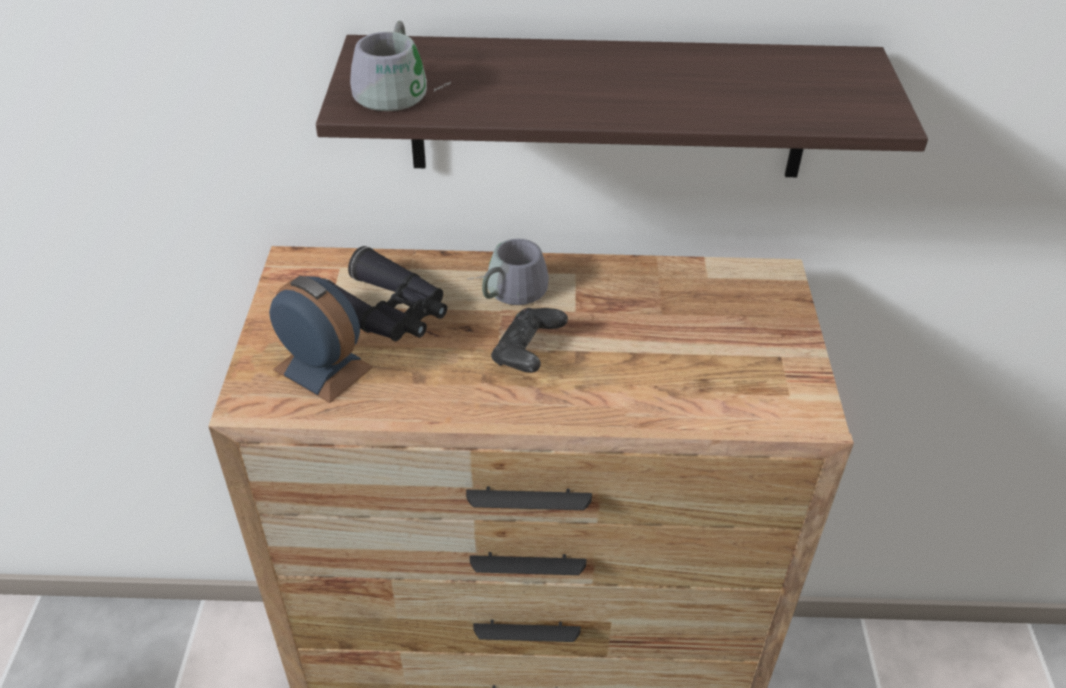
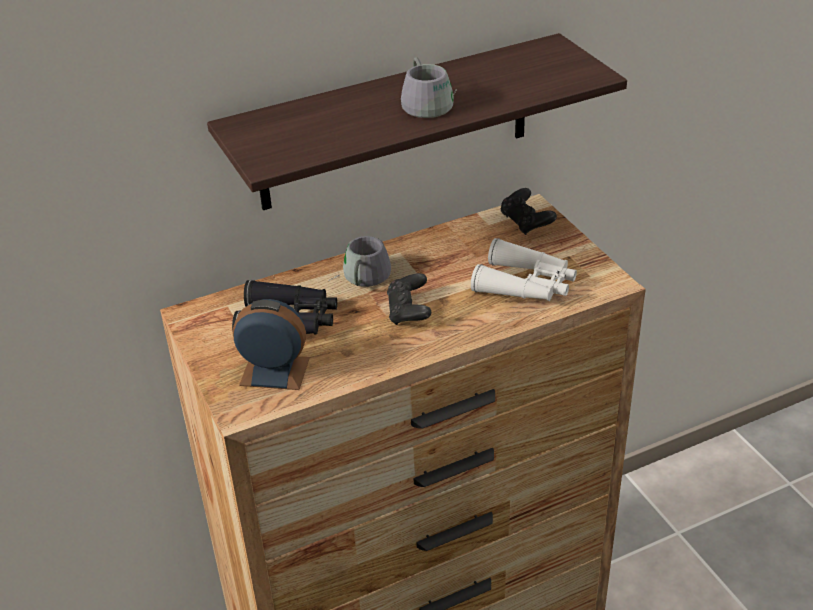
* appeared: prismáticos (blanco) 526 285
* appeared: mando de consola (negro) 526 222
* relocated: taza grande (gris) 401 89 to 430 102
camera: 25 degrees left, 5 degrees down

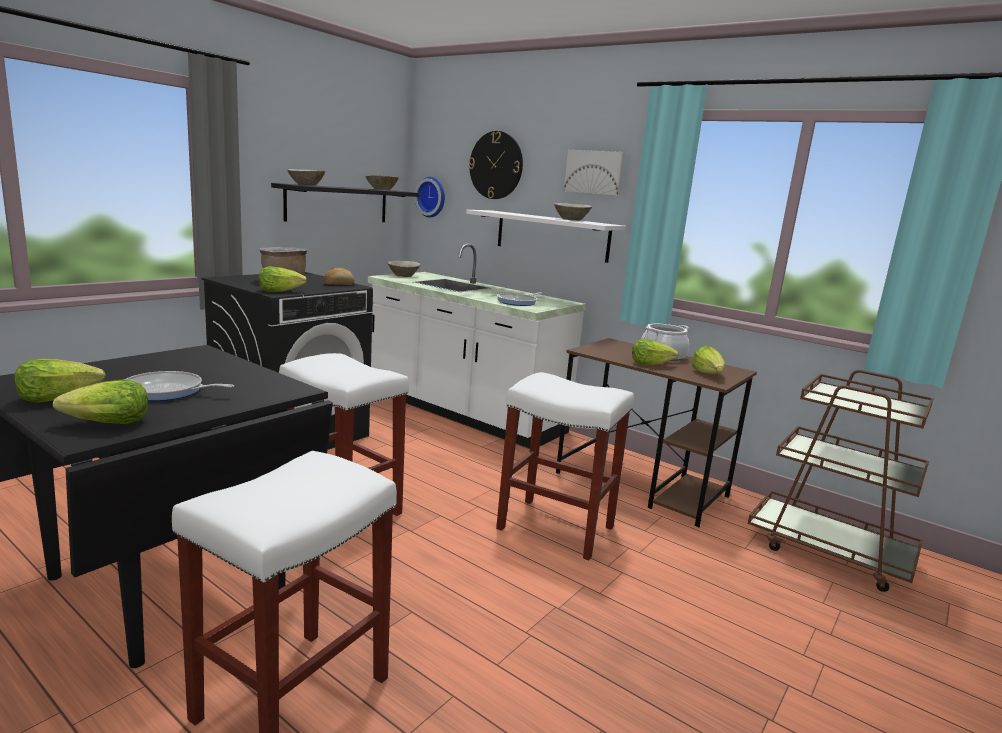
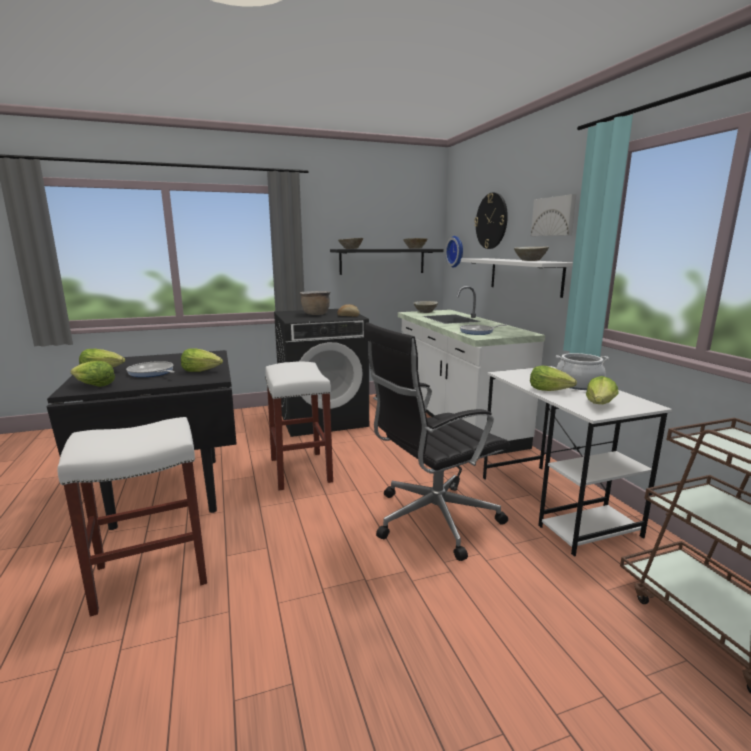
* relocated: lechuga 280 291 to 202 371
* exchanged: taburete (blanco) 554 528 to silla de oficina (negro) 431 520
* colour: escritorio (marrón) 642 485 to escritorio (blanco) 555 505
camera: 35 degrees right, 0 degrees up

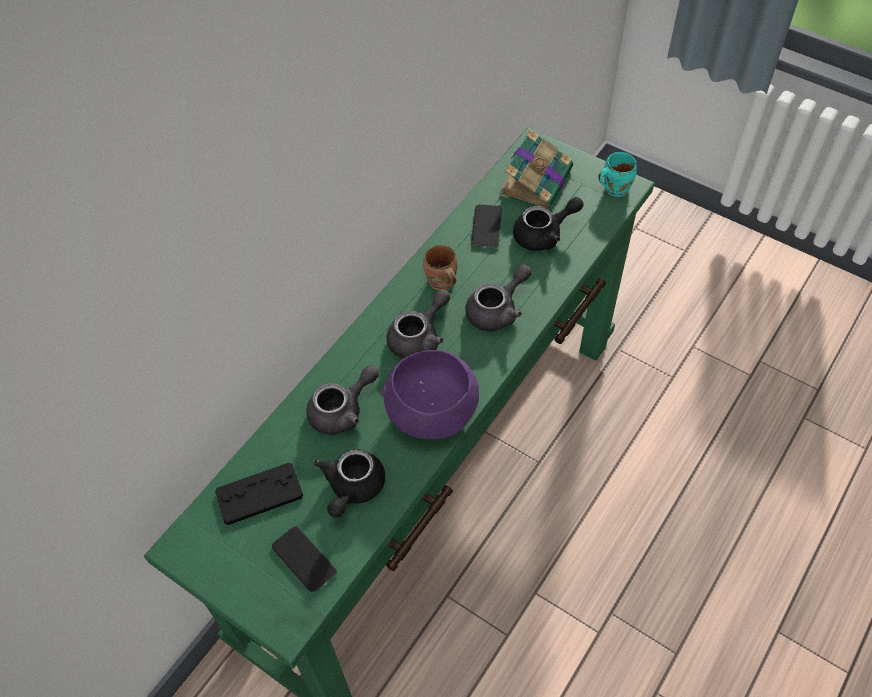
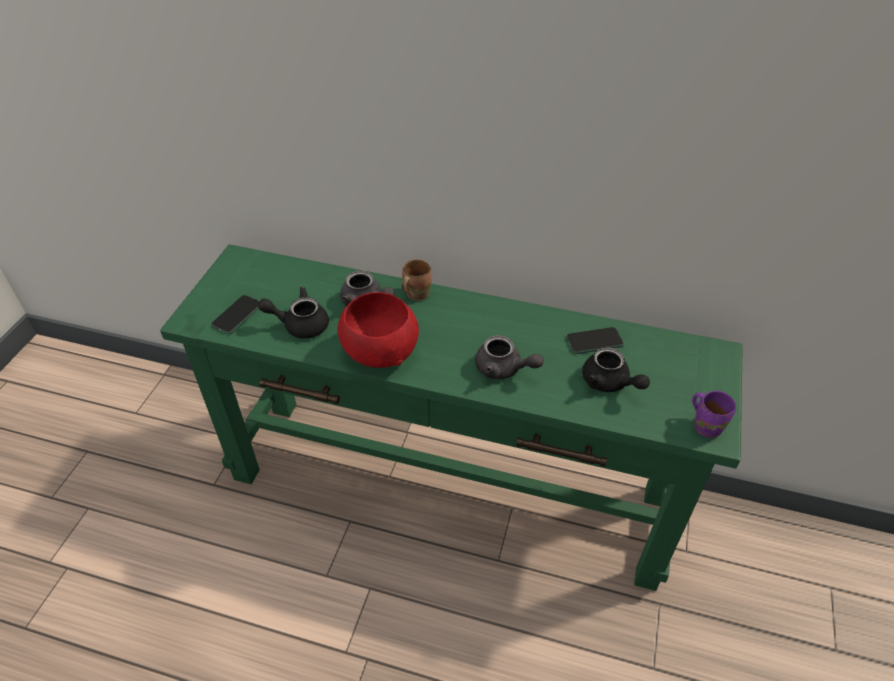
* missing: mando de consola (negro) 259 494
* missing: tetera (gris) 419 337
* missing: libro 536 180
* relocated: taza grande (marrón) 441 283 to 415 293
* colour: cuenco (morado) 431 414 to cuenco (rojo) 379 352
* colour: taza grande (turquesa) 614 188 to taza grande (morado) 707 425
camera: 70 degrees right, 10 degrees down

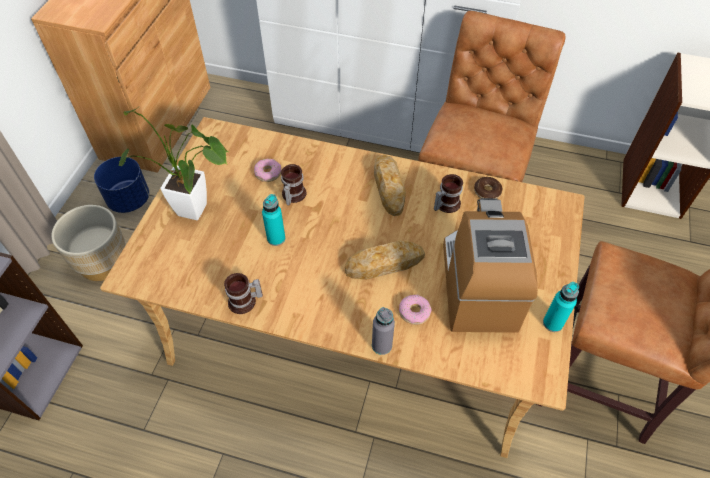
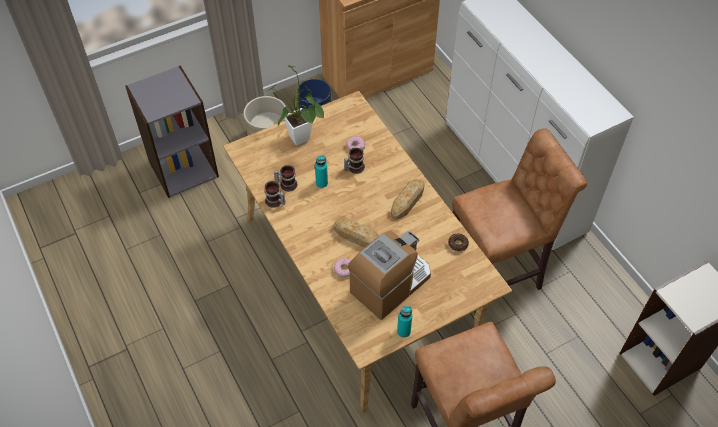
* missing: botella (gris) 382 345
* relocated: taza grande 445 204 to 287 184
camera: 45 degrees right, 0 degrees up

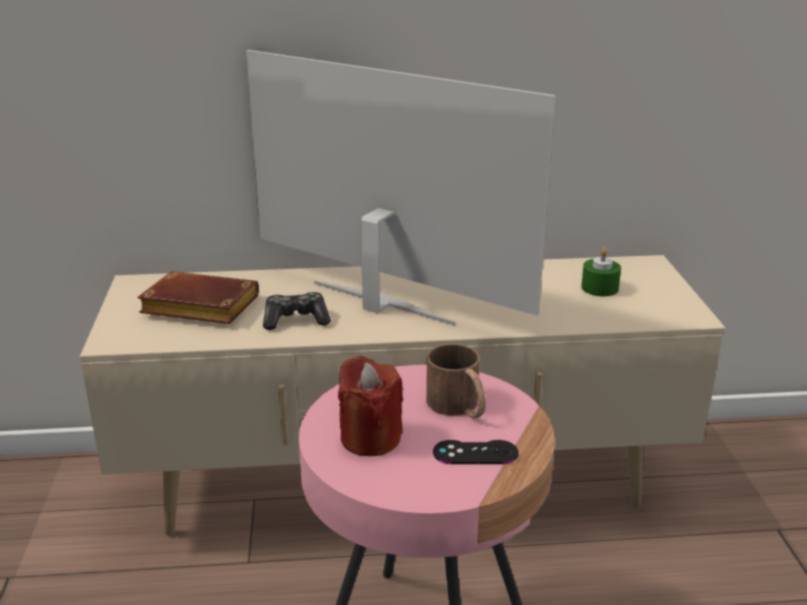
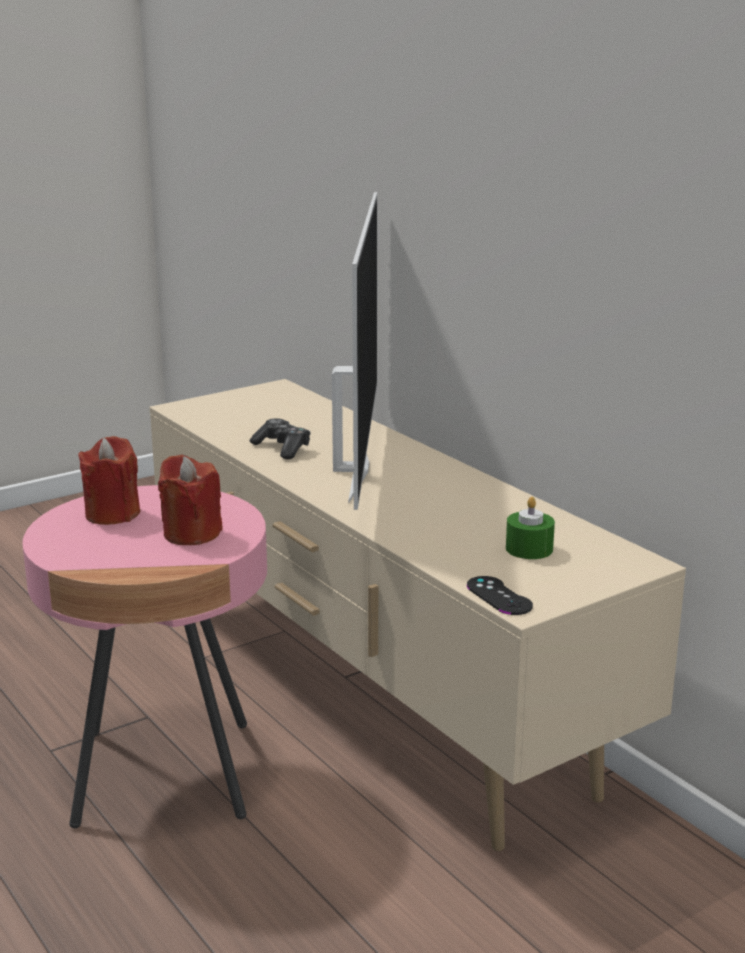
* missing: libro (marrón) 196 308
* relocated: mando de consola (negro) 475 453 to 499 596
* exchanged: taza grande (marrón) 459 407 to vela (rojo) 191 533
camera: 60 degrees right, 5 degrees down

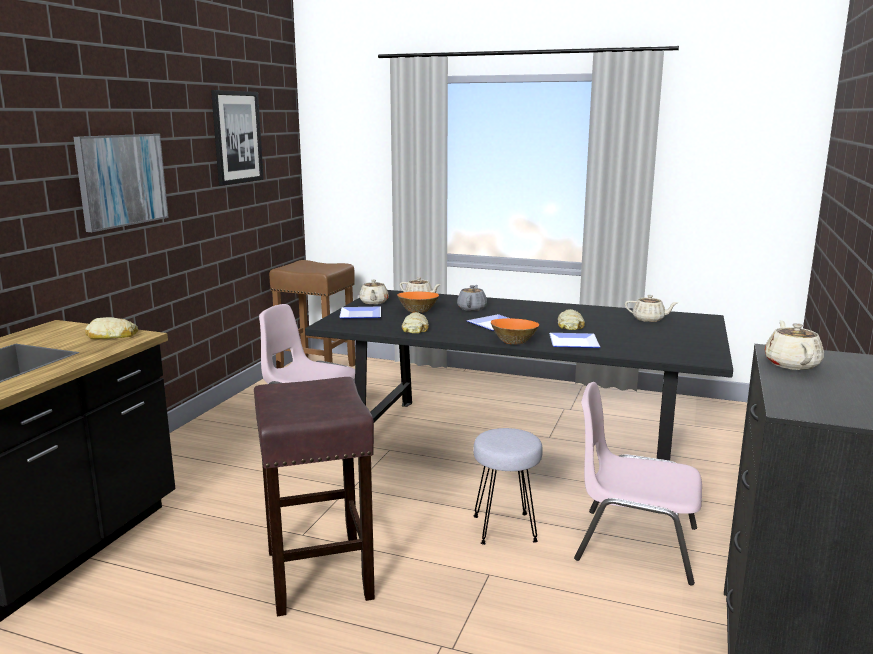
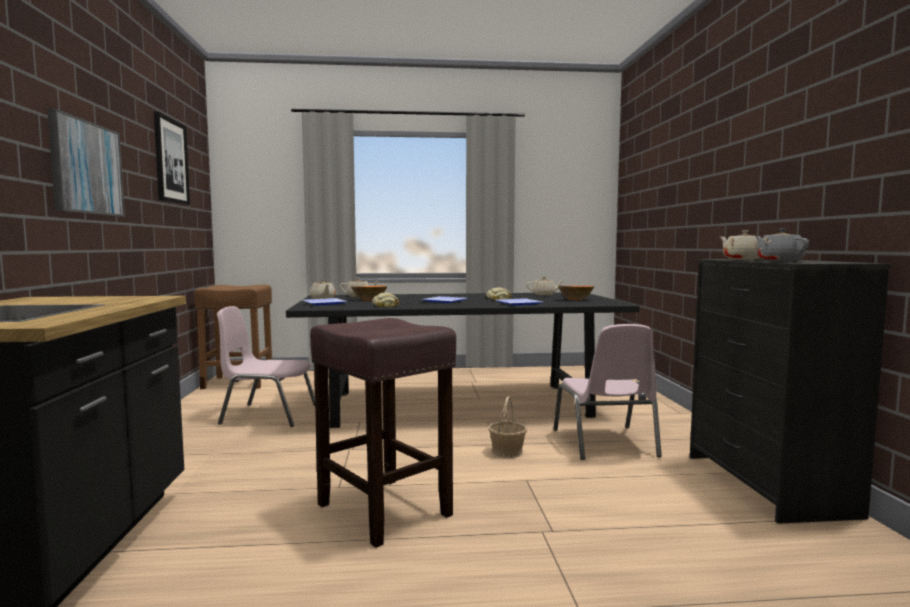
* missing: pan 112 335
* relocated: tetera (gris) 472 308 to 779 261
* relocated: cuenco (naranja) 514 341 to 575 299
* exchanged: taburete (gris) 506 528 to cesta 507 451
* spun: silla (rosa) 634 544 = 605 443 90 degrees counterclockwise
camera: 25 degrees left, 10 degrees down

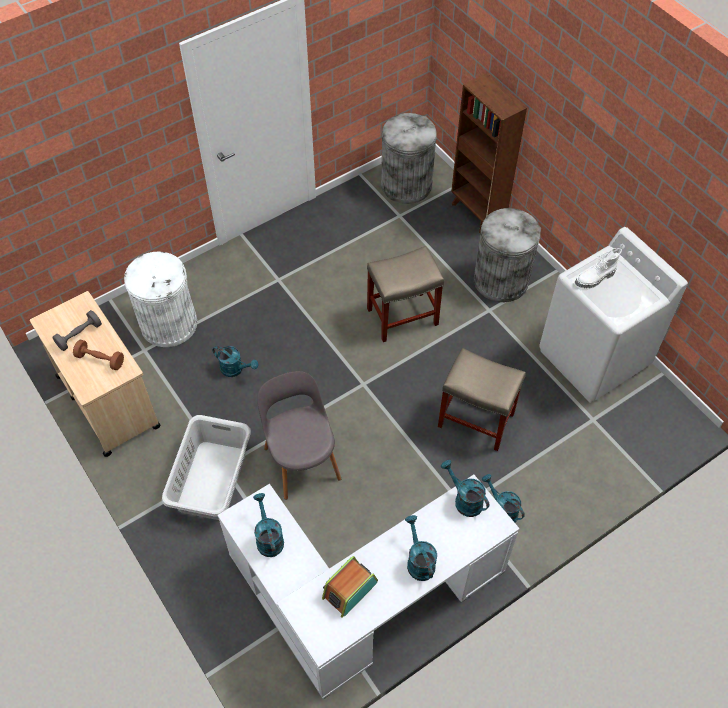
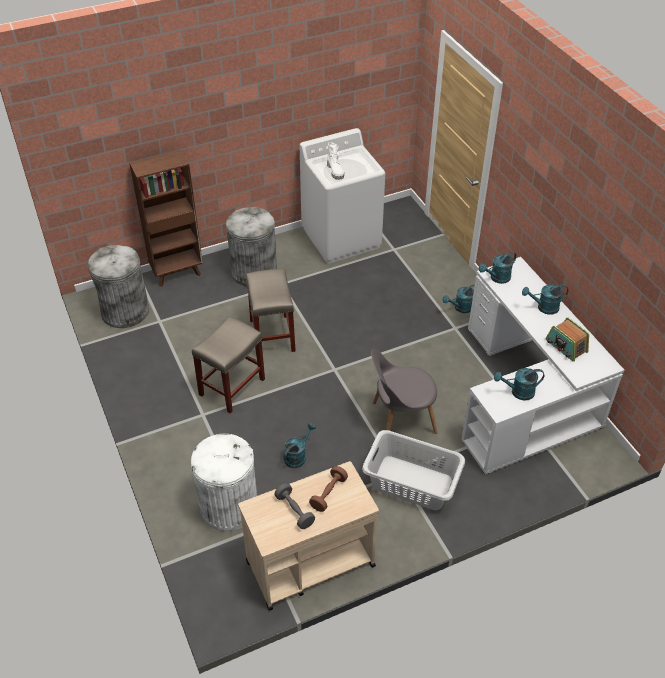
* relocated: taburete (beis) 477 420 to 232 386
camera: 80 degrees left, 10 degrees down

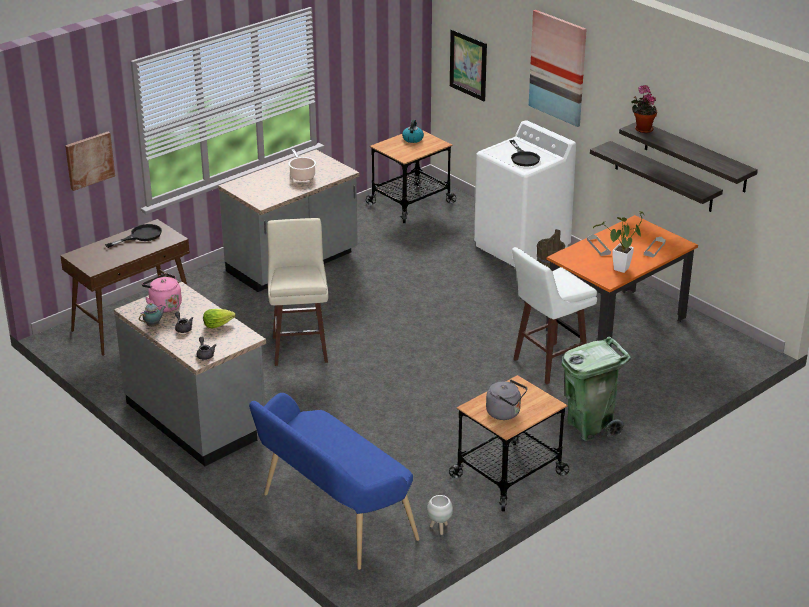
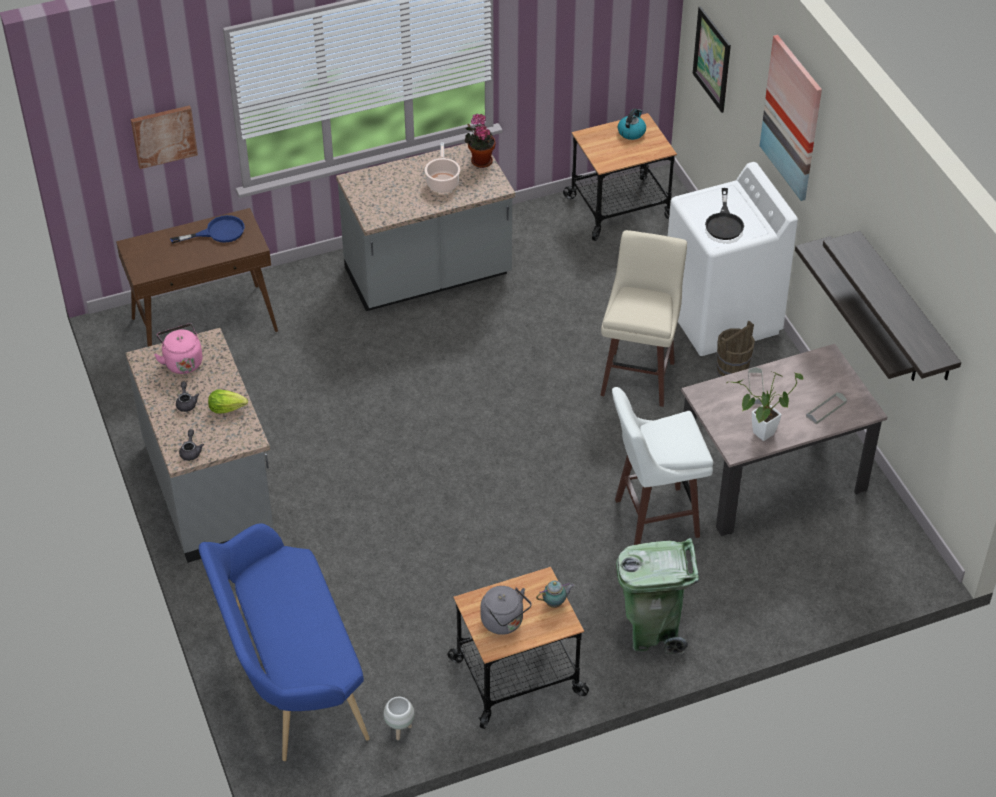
* relocated: tetera 154 325 to 555 603
* relocated: taburete (beis) 300 348 to 639 377
* relocated: planta en maceta 642 129 to 480 160
* colour: sartén (negro) 141 236 to sartén (azul) 218 232
* colour: mesa de comedor (naranja) 616 325 to mesa de comedor (beis) 772 478
camera: 20 degrees right, 15 degrees up

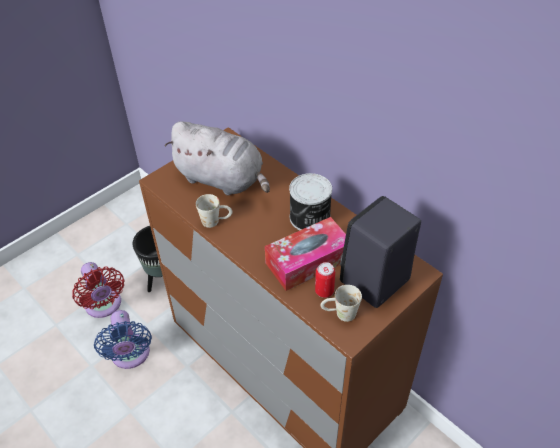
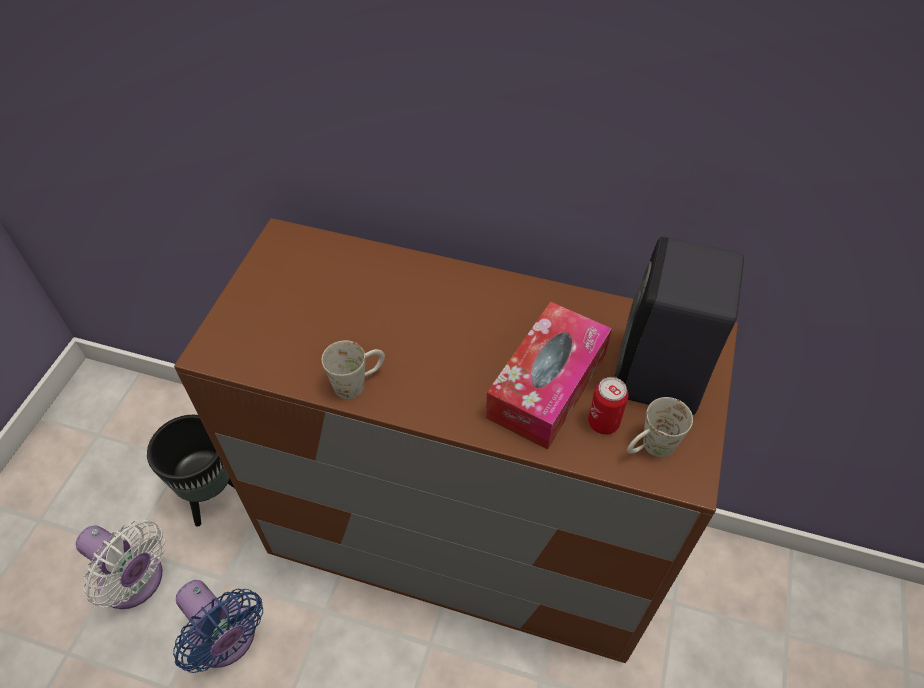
* missing: peluche (gris) 222 179
* missing: lata 310 218
* colour: ventilador (rojo) 104 306 to ventilador (blanco) 136 582
camera: 30 degrees left, 5 degrees up

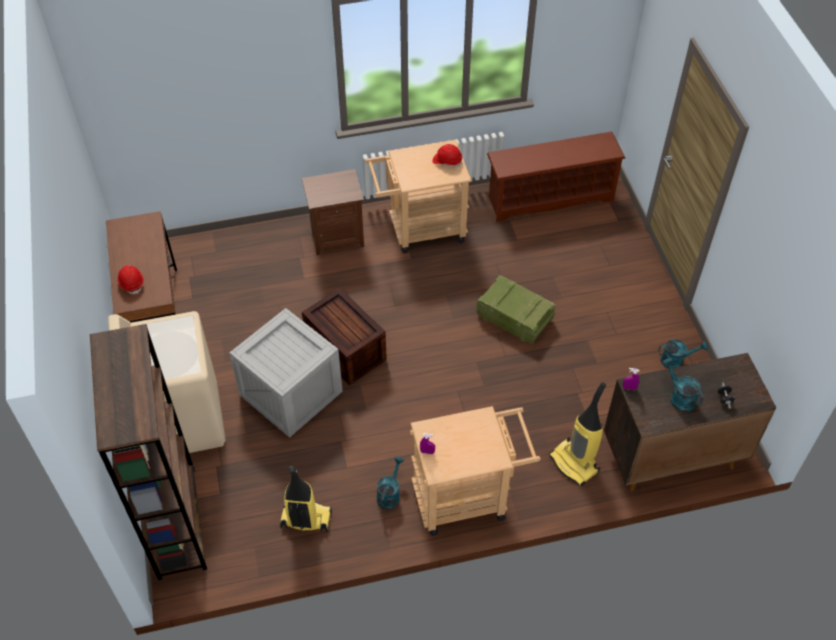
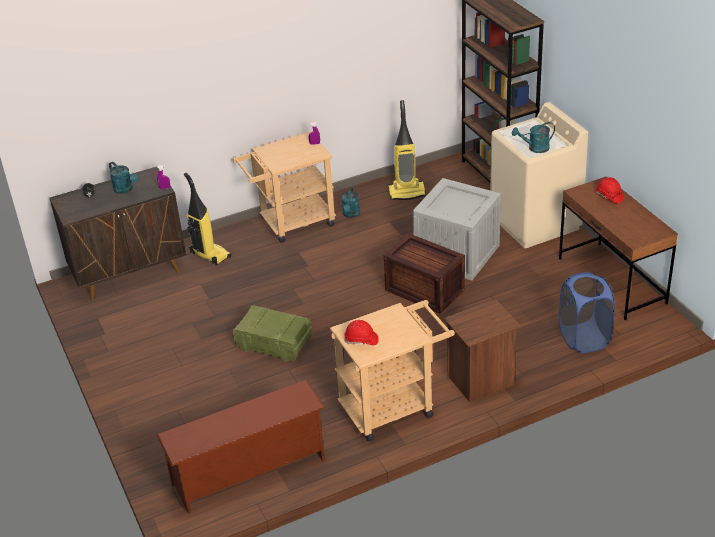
* appeared: cesto de la ropa (azul) 583 338
* relocated: regadera (turquesa) 676 360 to 535 148
camera: 170 degrees right, 15 degrees down

